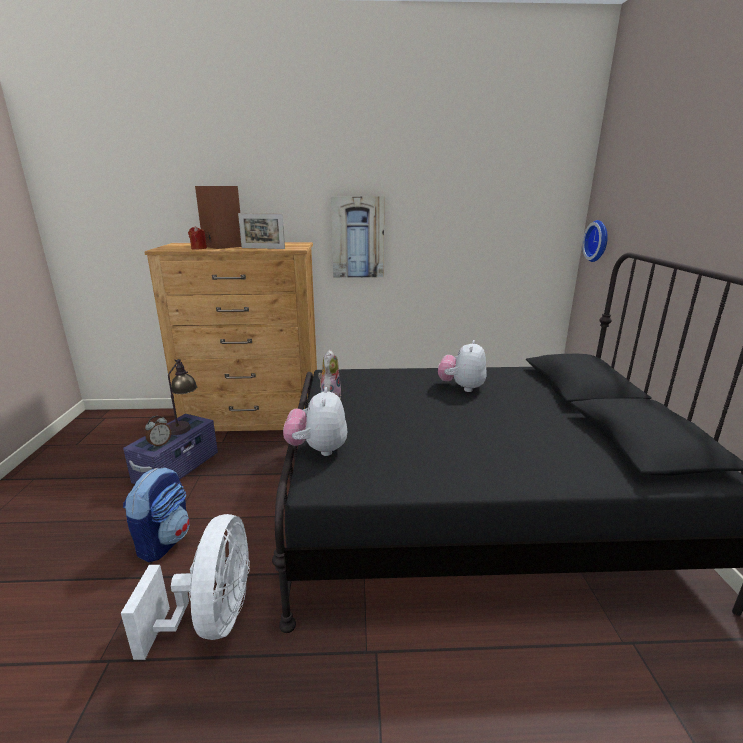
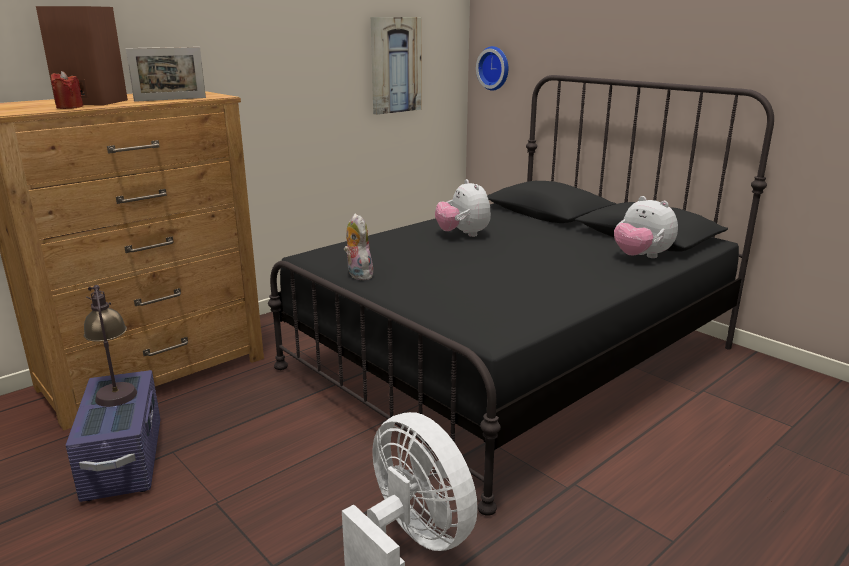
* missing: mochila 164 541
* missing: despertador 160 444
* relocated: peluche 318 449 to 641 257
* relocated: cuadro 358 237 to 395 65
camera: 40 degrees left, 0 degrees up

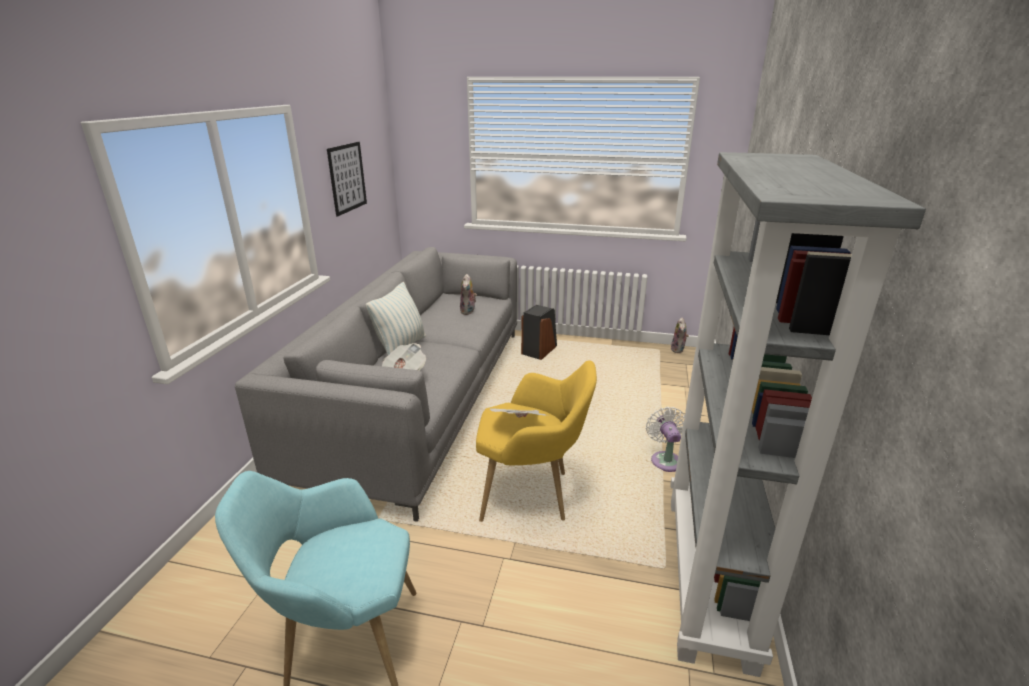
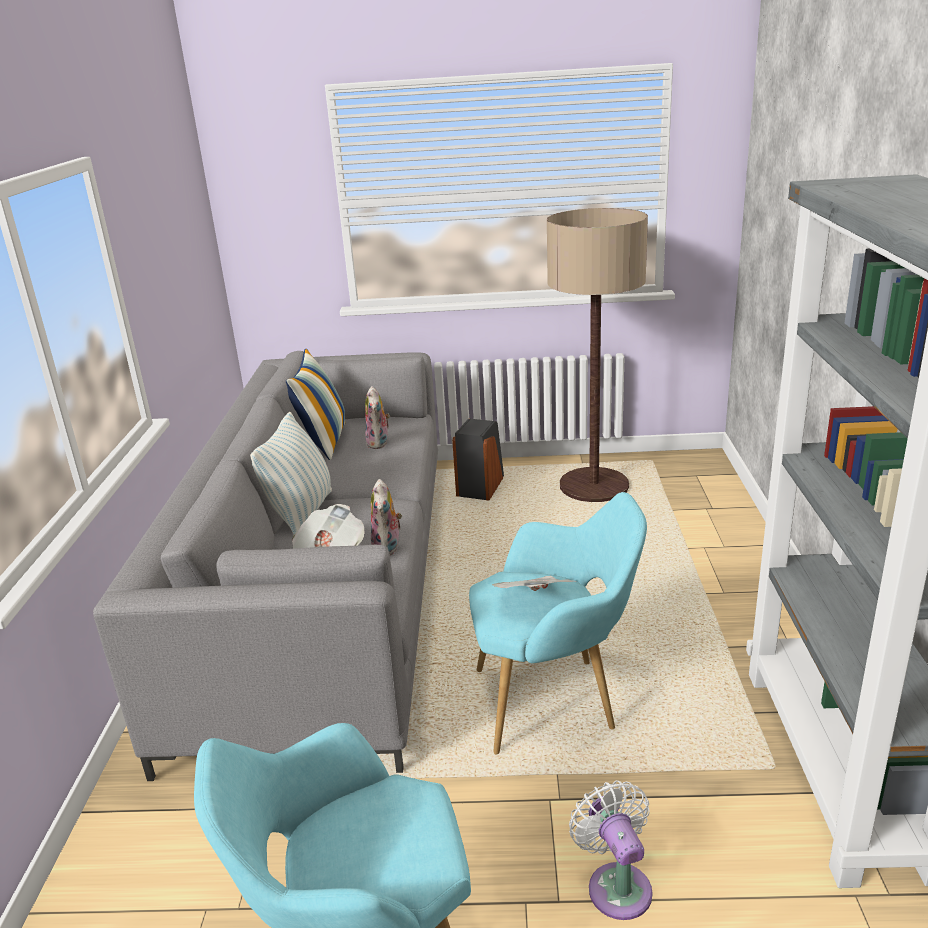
* missing: cuadro 347 178
* appeared: cojín 323 441
* appeared: lámpara de pie 594 486
* relocated: ventilador (blanco) 665 459 to 617 884
* relocated: peluche 678 350 to 388 548
* colour: sillón (amarillo) 532 495 to sillón (turquesa) 554 701
camera: 10 degrees left, 0 degrees up

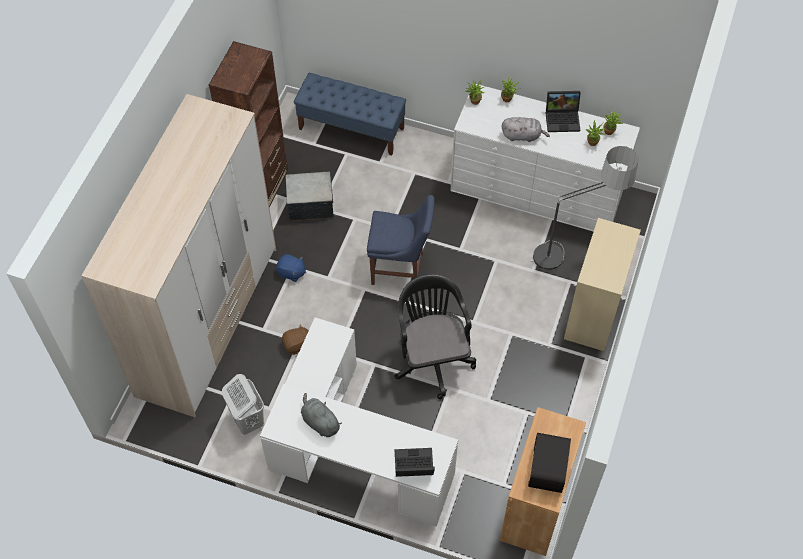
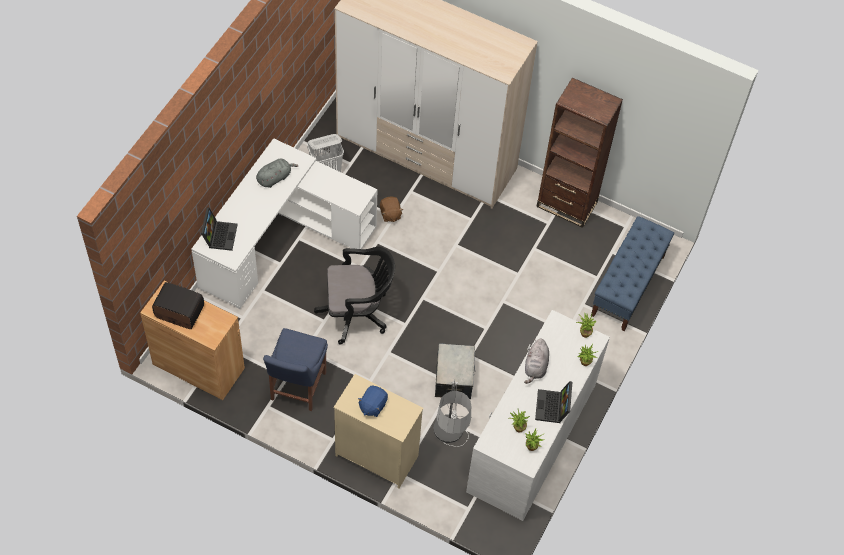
* relocated: peluche (azul) 291 273 to 372 405
* relocated: caja de almacenaje 310 205 to 454 378
* relocated: silla (azul) 400 269 to 297 388
camera: 95 degrees right, 0 degrees up

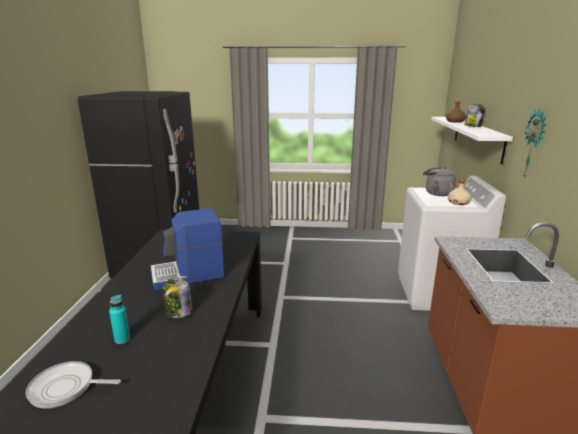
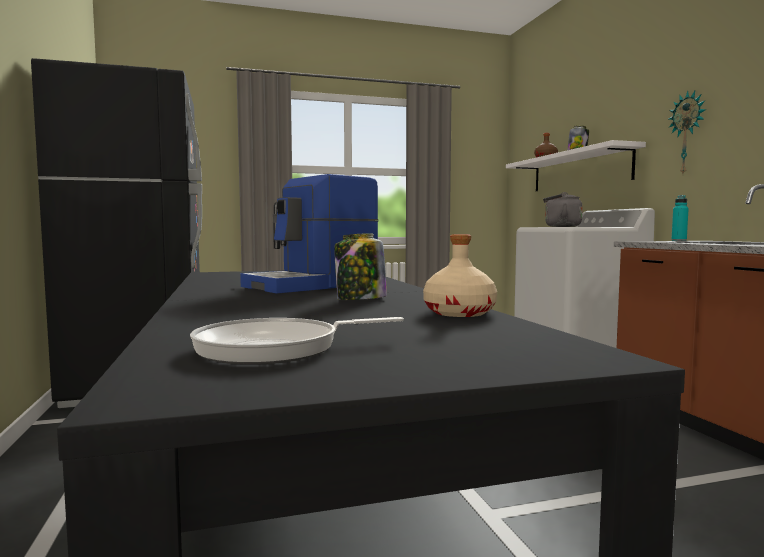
* relocated: botella (turquesa) 122 339 to 679 240
* relocated: botella (beis) 458 203 to 460 313
camera: 20 degrees left, 15 degrees down

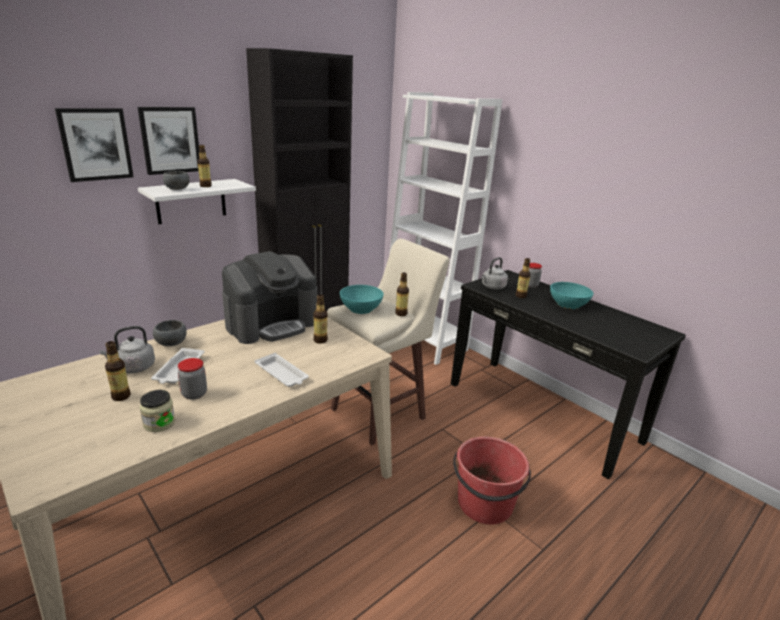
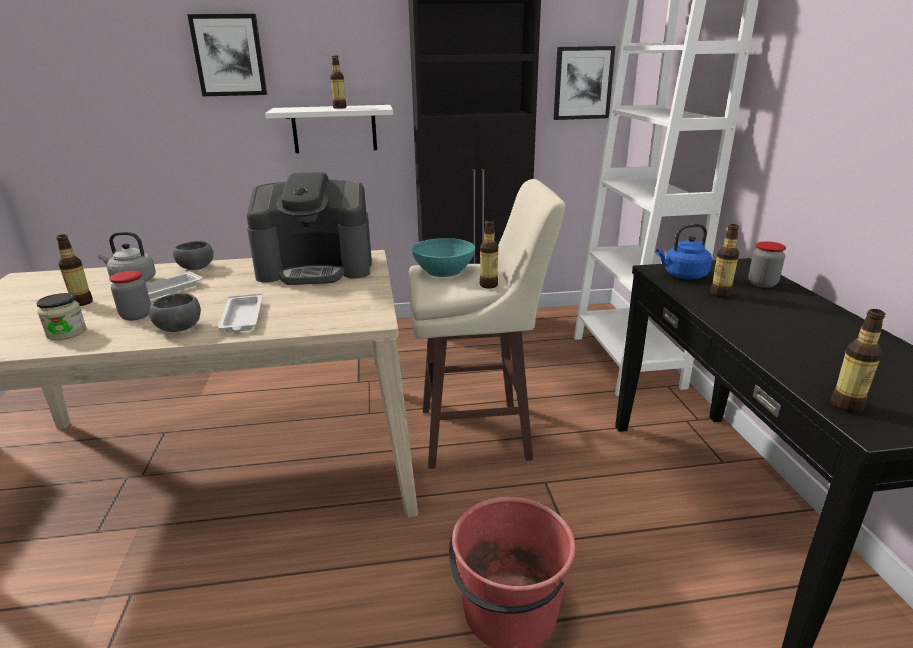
* missing: cuenco (turquesa) 568 304
* relocated: cuadro 170 140 to 582 83
* relocated: cuenco (gris) 178 189 to 180 329
* relocated: botella 320 340 to 846 405
* colour: hervidor (gris) 492 287 to hervidor (azul) 683 276
camera: 35 degrees right, 0 degrees up

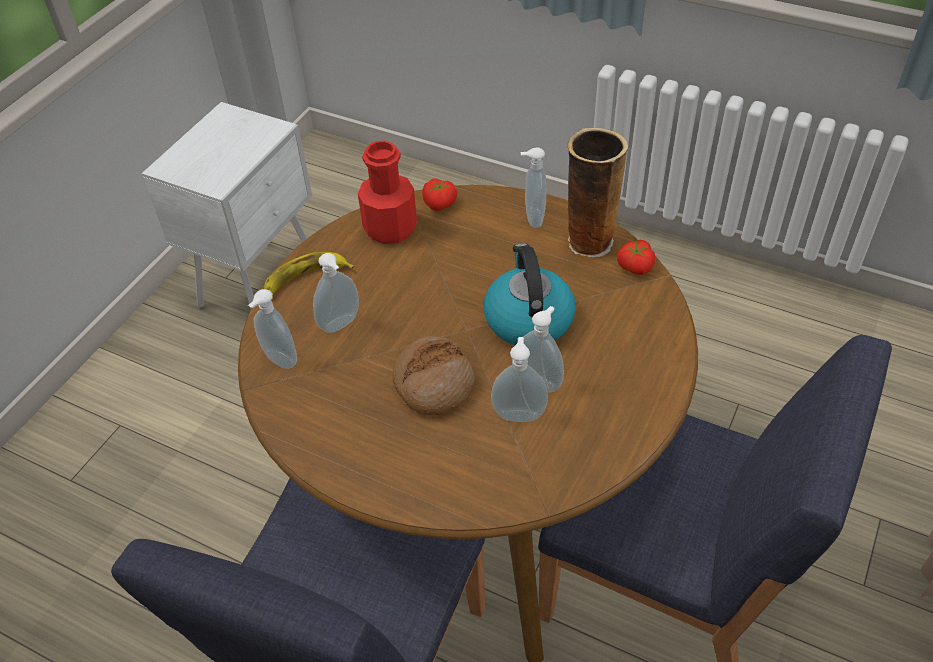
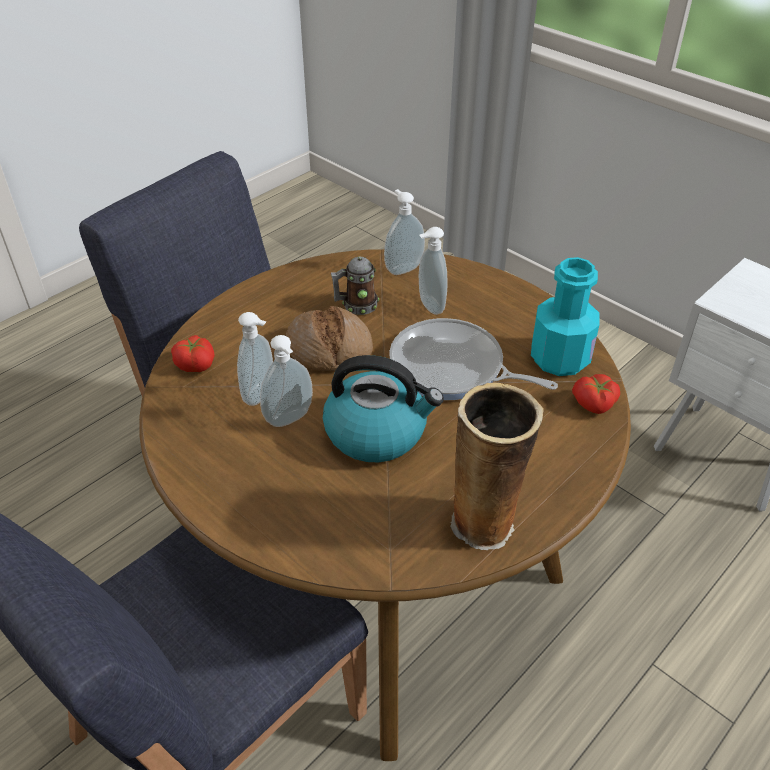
* missing: plátano 305 278
* missing: dispensador de jabón 532 218
* appeared: taza grande 356 305
* appeared: sartén 452 369
* relocated: tomate 634 266 to 196 364
* colour: botella (rojo) 390 228 to botella (turquesa) 559 358
camera: 105 degrees right, 5 degrees down

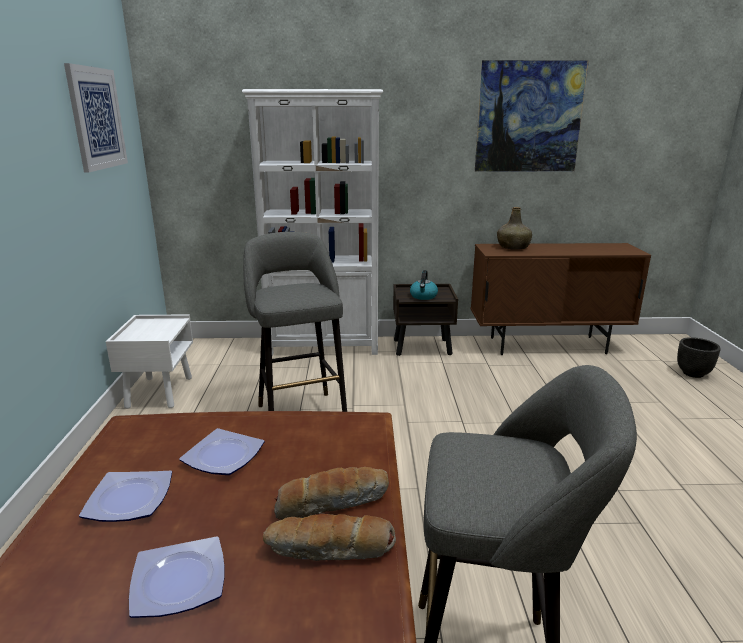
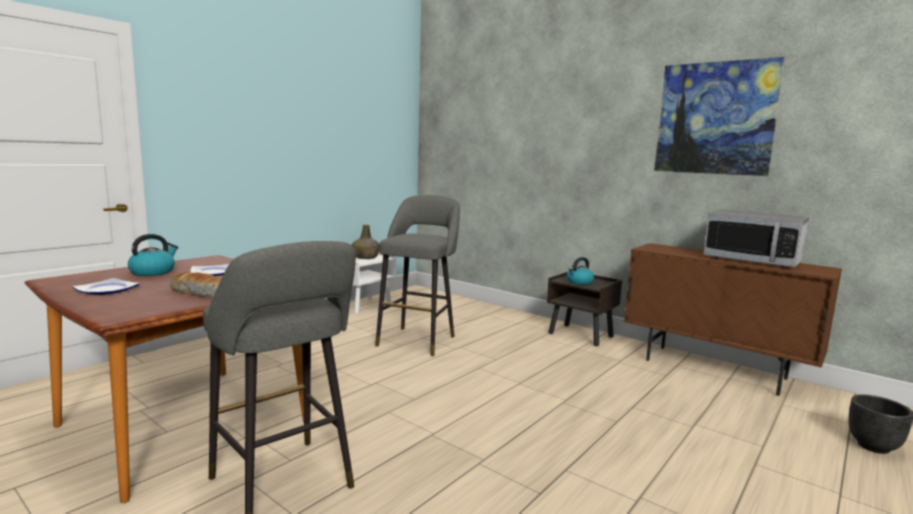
* missing: cuadro 97 118
* missing: estantería (blanco) 324 346
* missing: pan 330 550
* appeared: microondas 752 260
* relocated: botella (verde) 513 247 to 366 257
* exchanged: plato 127 500 to hervidor 153 272
camera: 40 degrees right, 10 degrees down

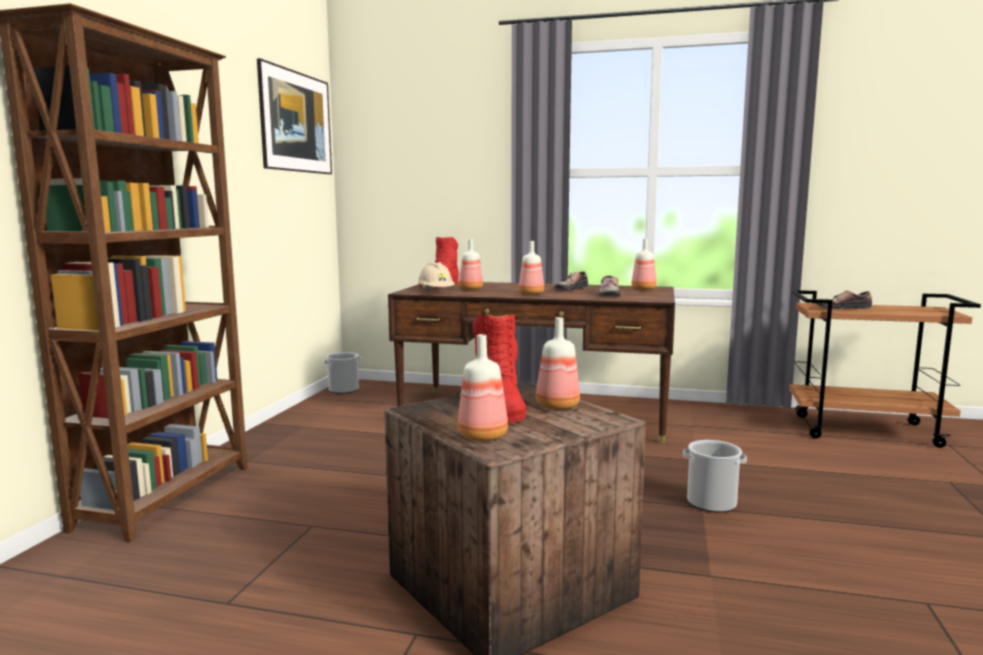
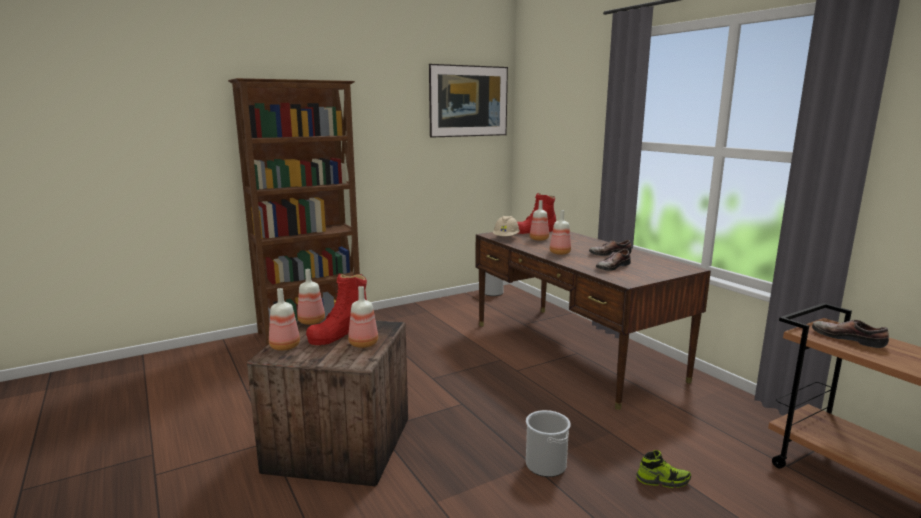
* appeared: zapato 662 480
* relocated: botella 644 289 to 312 321
camera: 45 degrees right, 5 degrees up

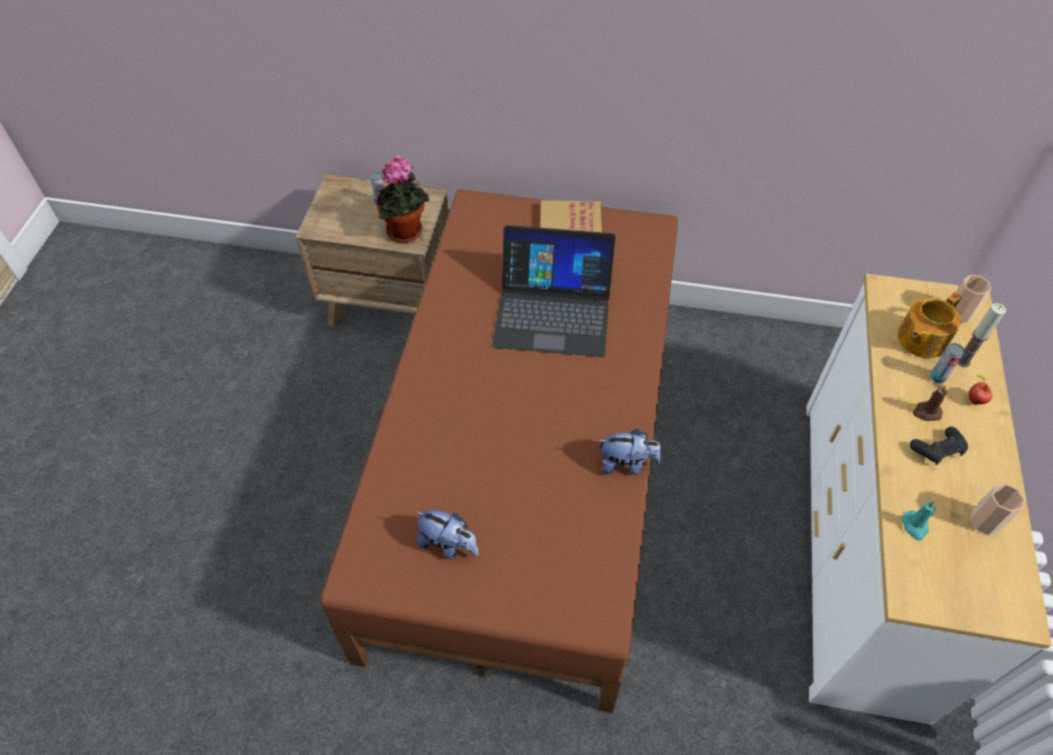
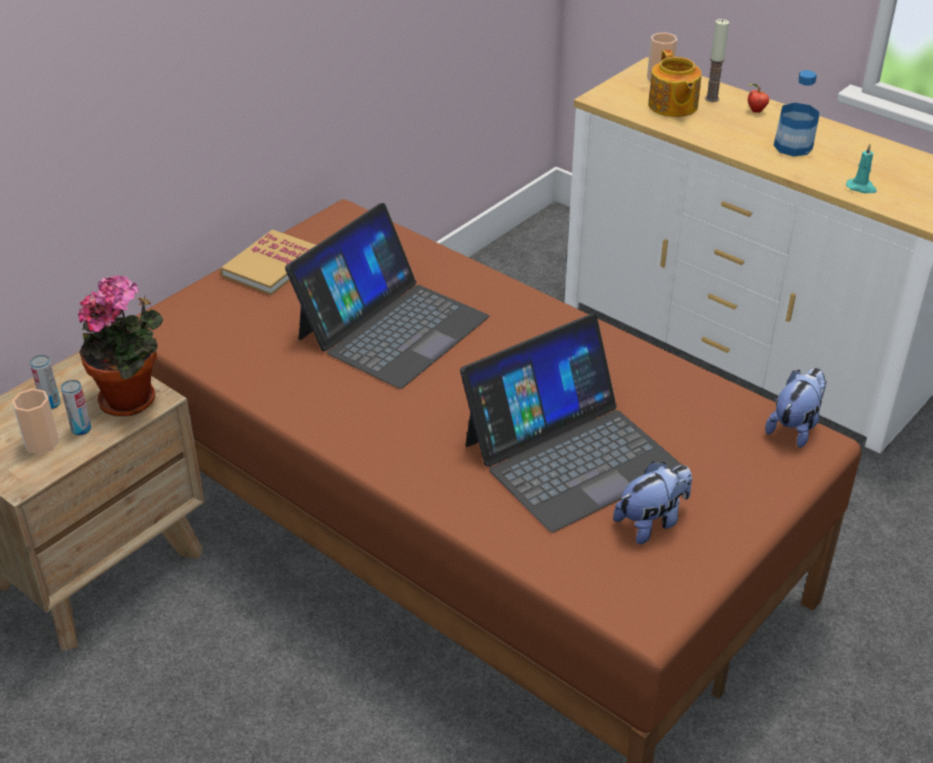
* missing: vela (marrón) 926 412
* appeared: portátil 570 454
* relocated: peluche 627 464 to 795 427
* relocated: lata 937 377 to 81 429
* relocated: taza 985 521 to 42 443
* exchanged: mando de consola (negro) 937 449 to botella 793 147
camera: 60 degrees left, 15 degrees down

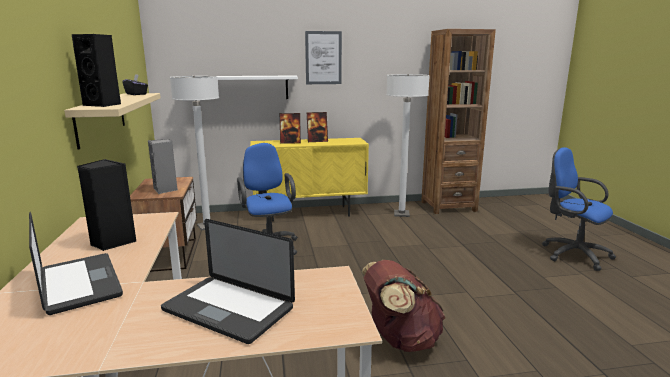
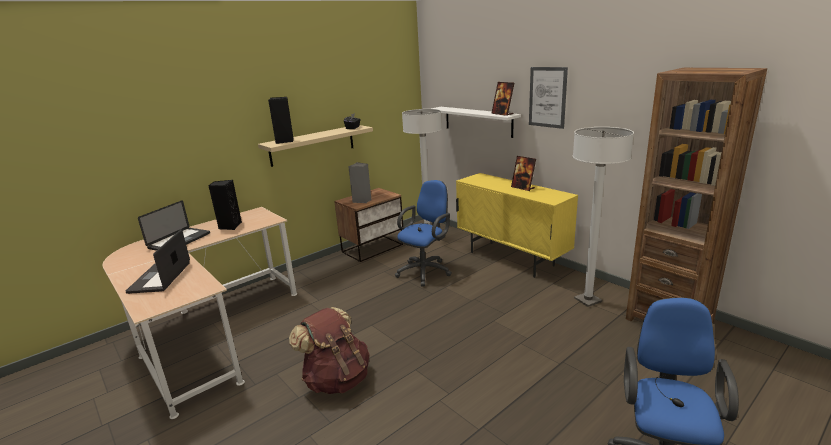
* relocated: portarretratos 290 142 to 502 114
camera: 60 degrees right, 5 degrees up

